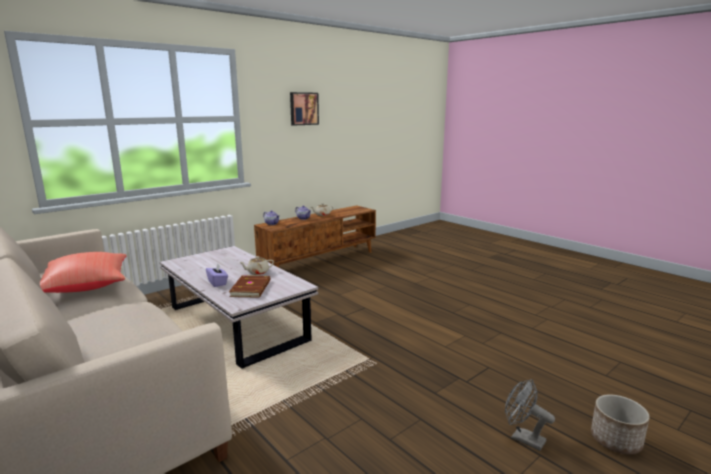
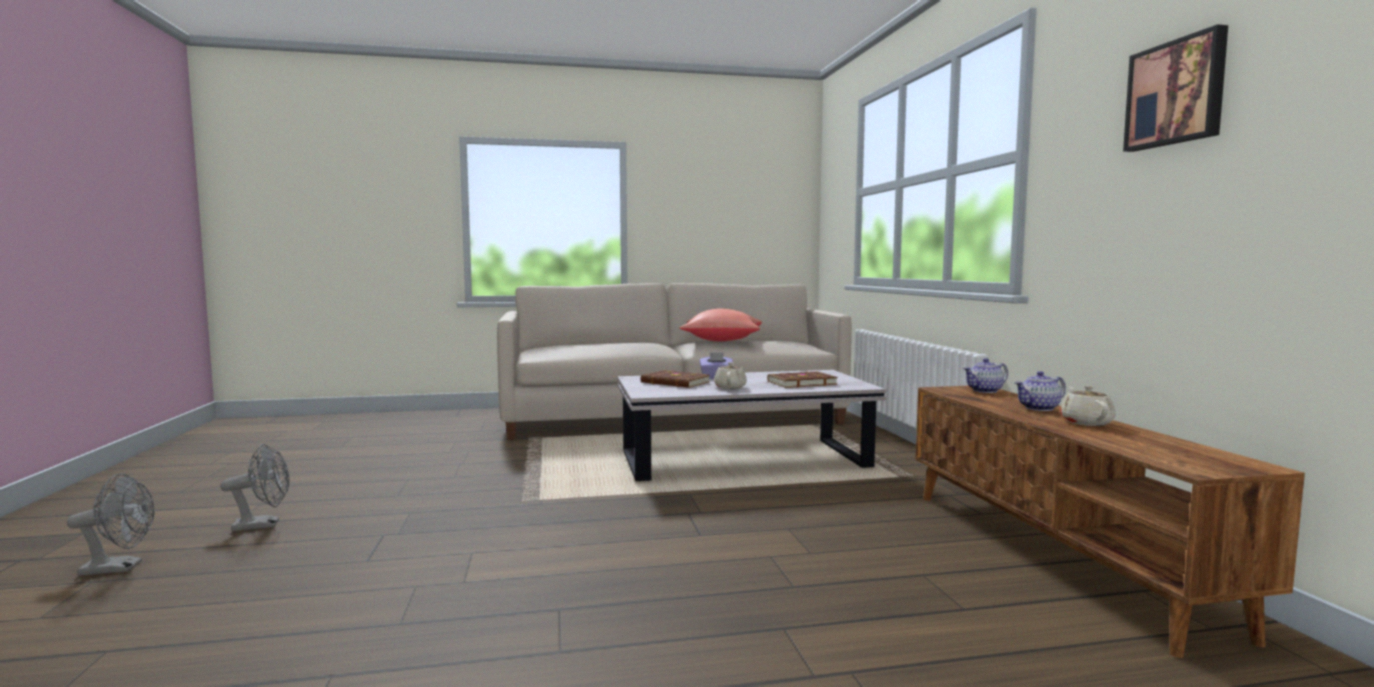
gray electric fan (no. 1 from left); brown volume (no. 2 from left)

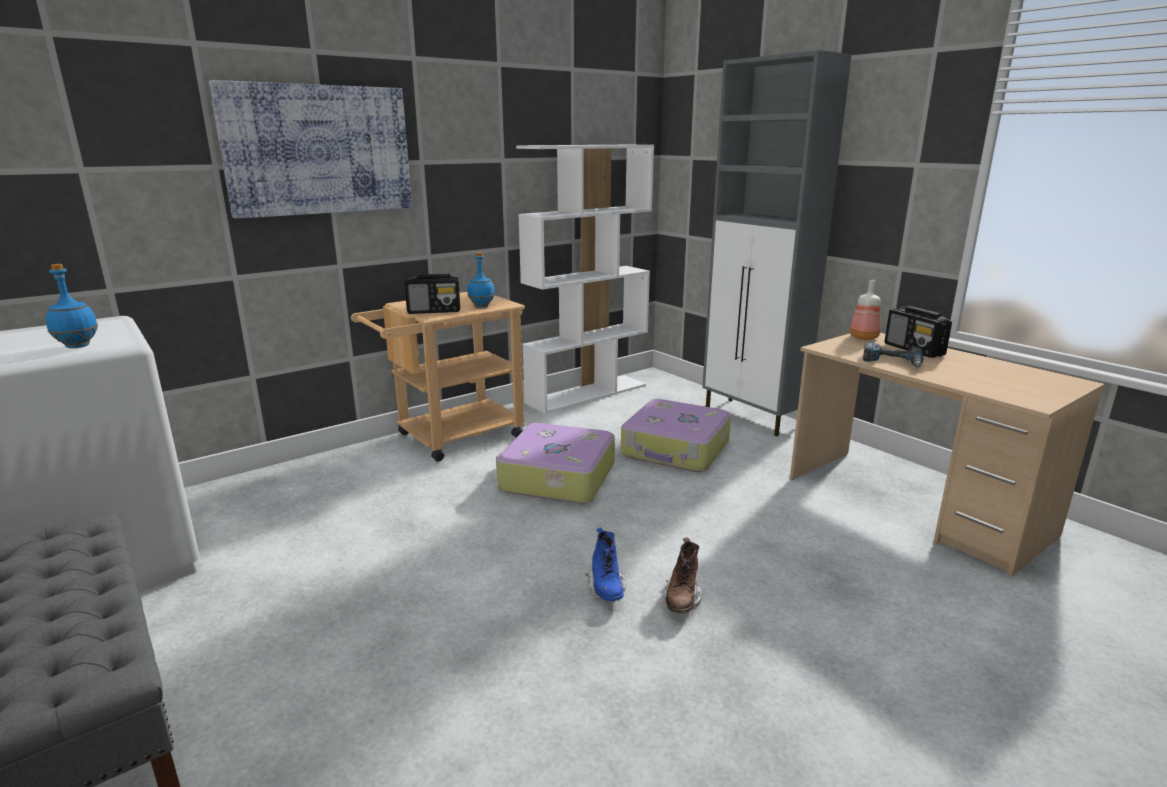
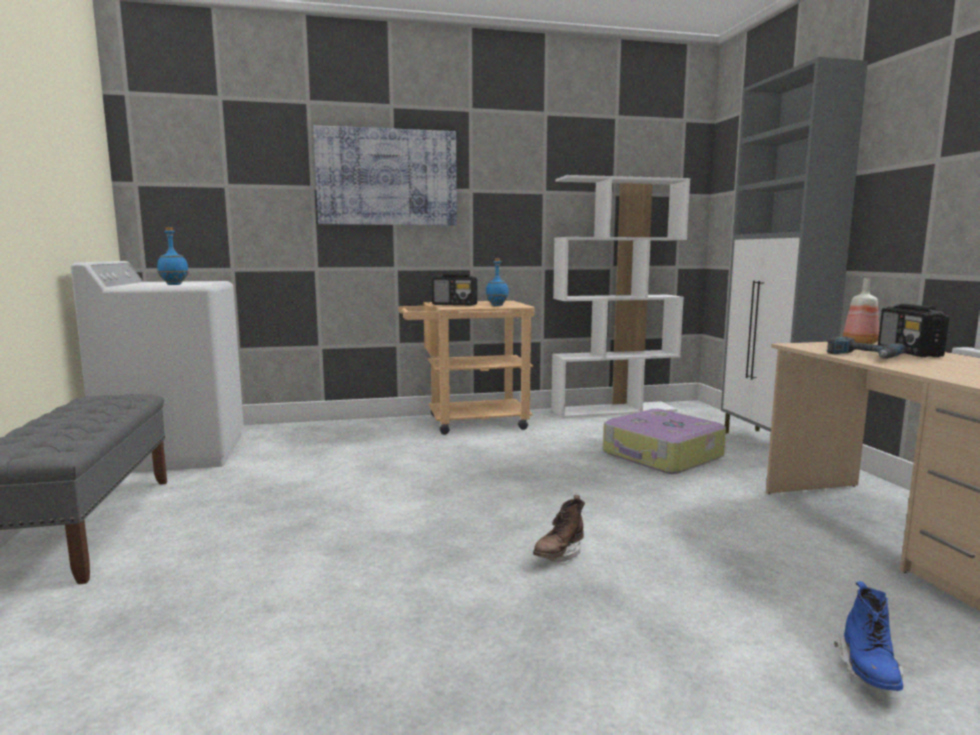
bluish high-top boot; piece of luggage (no. 1 from left in the first image)

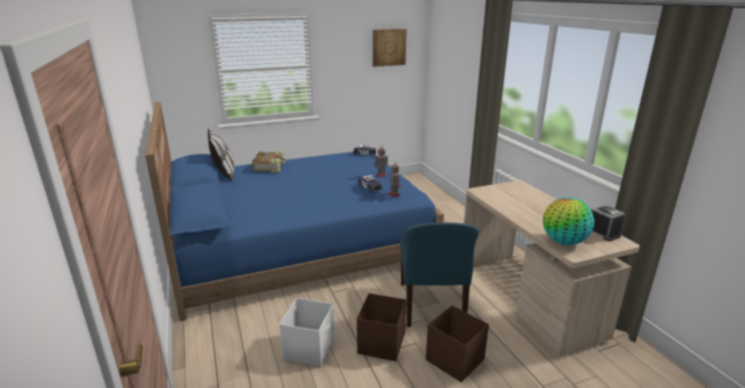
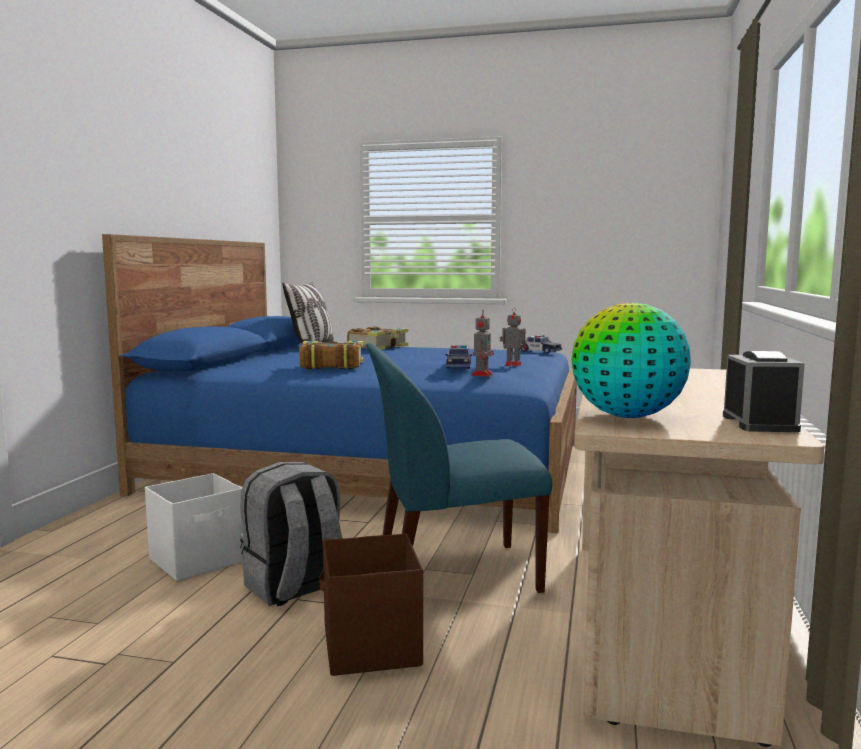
gray rucksack; volume (no. 1 from left); bluish plain chair; wall art

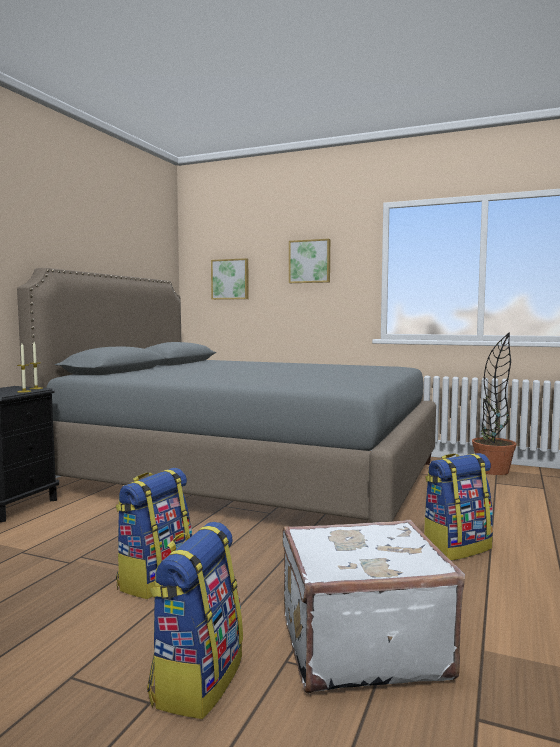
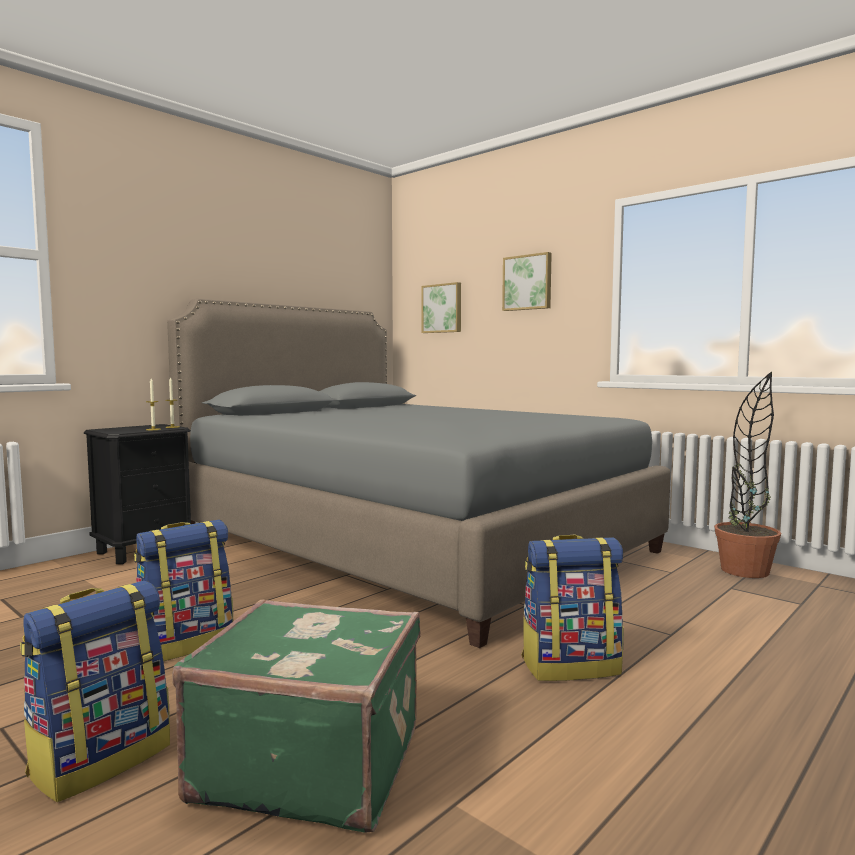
greenish piece of luggage

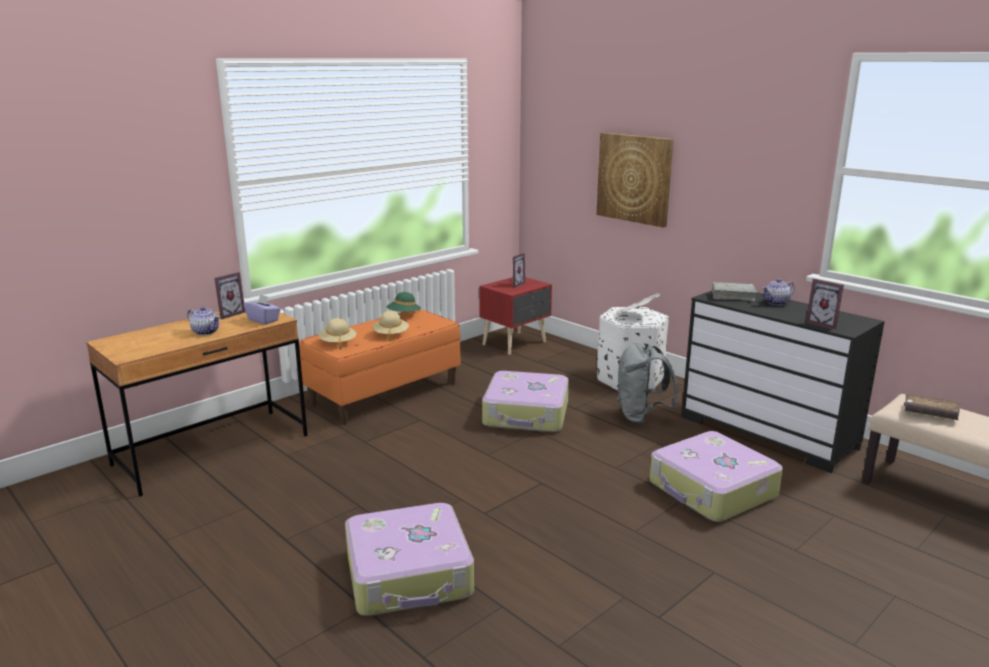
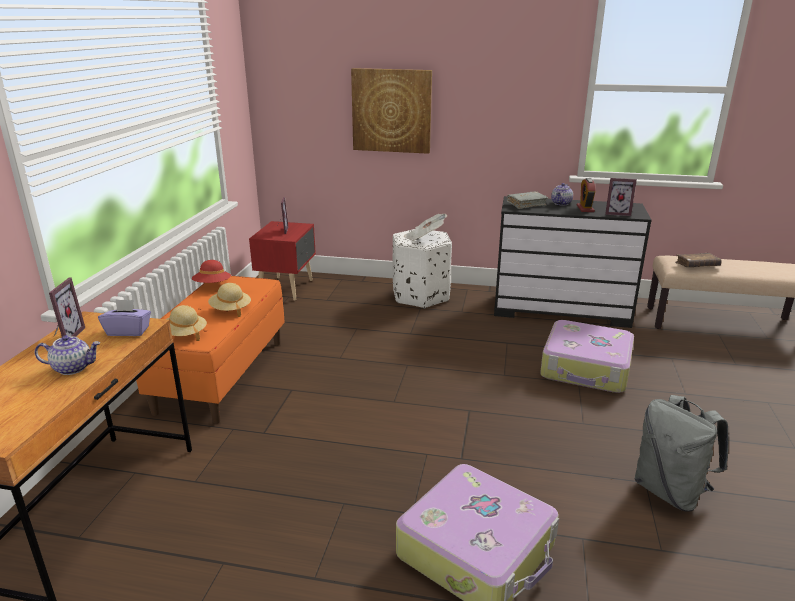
red clothing hat; bedside clock; gray rucksack; piece of luggage (no. 2 from left in the first image)

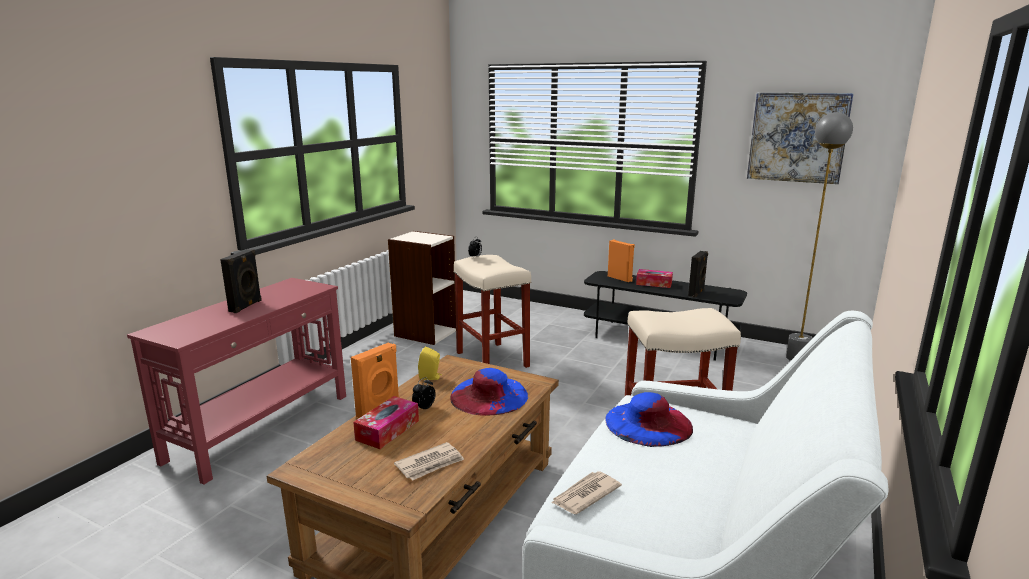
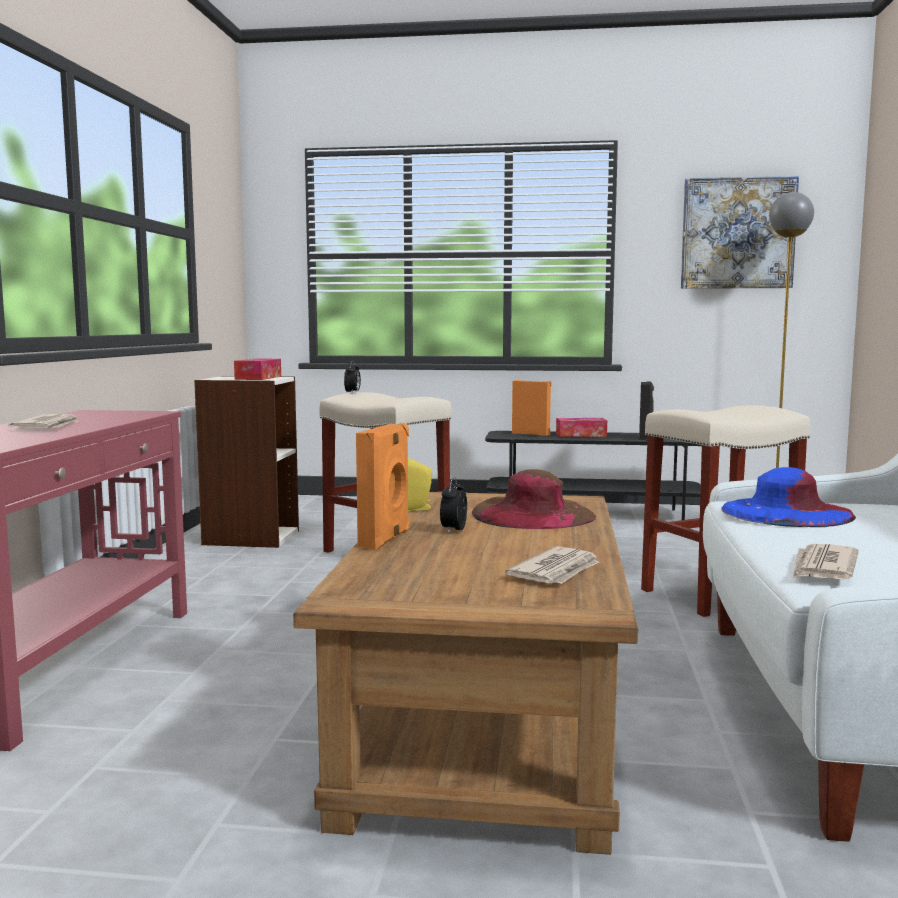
newspaper (no. 1 from left); tissue box (no. 1 from left); brown clothing hat

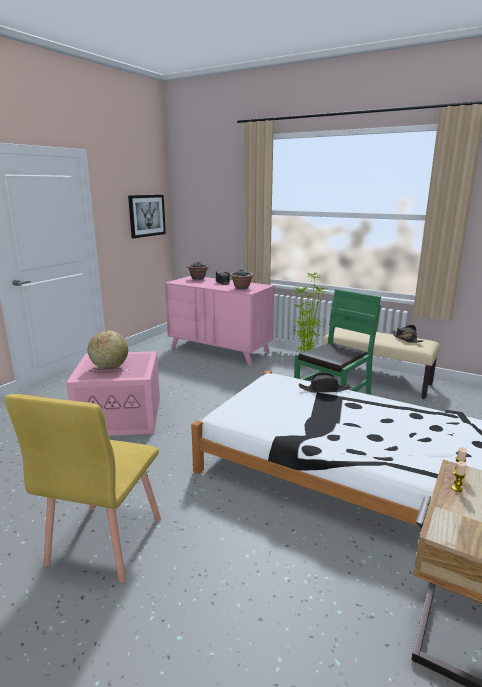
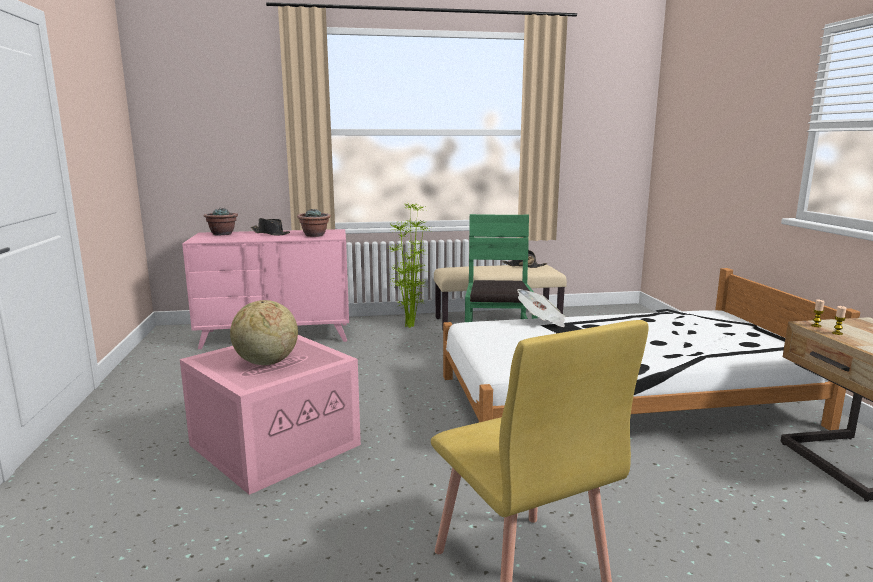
newspaper; wall art

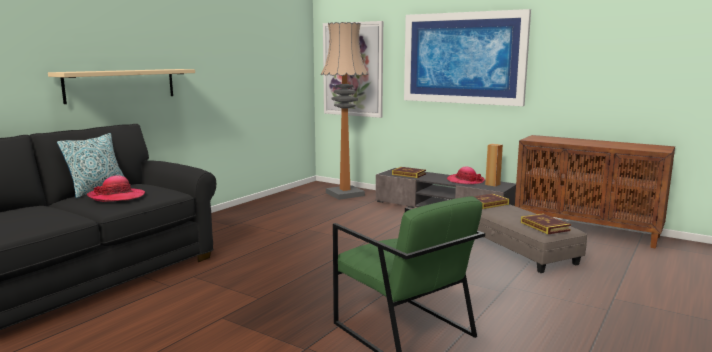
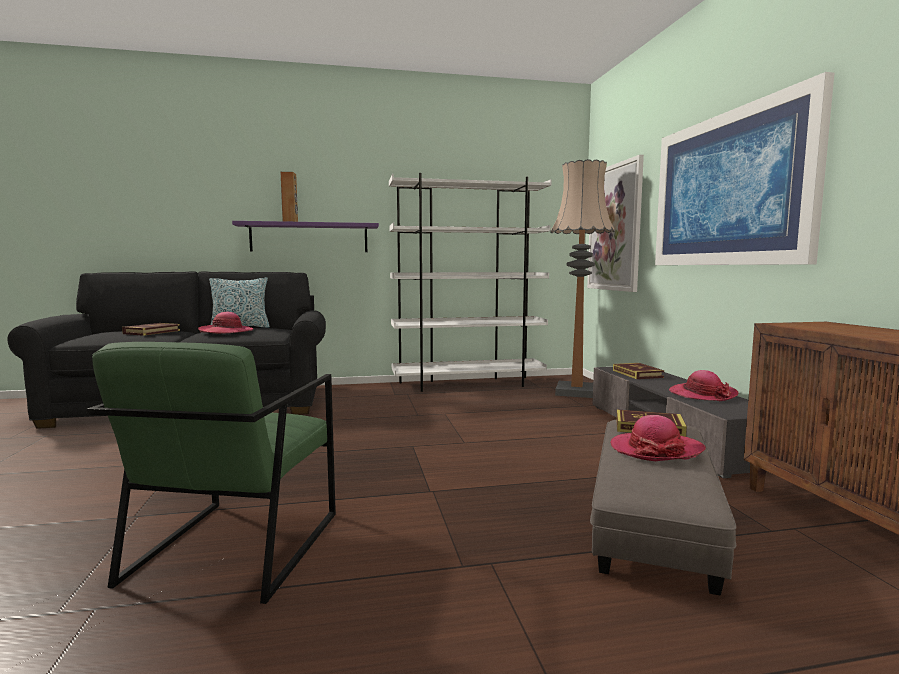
volume (no. 1 from left); purplish wall shelf; brown speaker; whitish bookshelf; clothing hat (no. 2 from left)

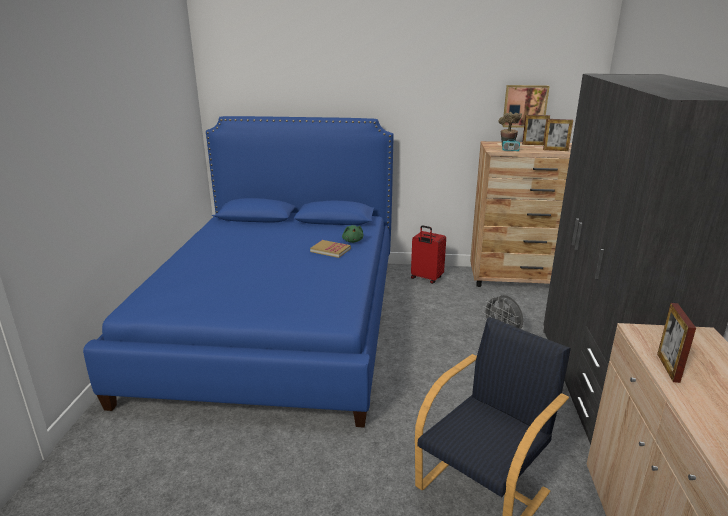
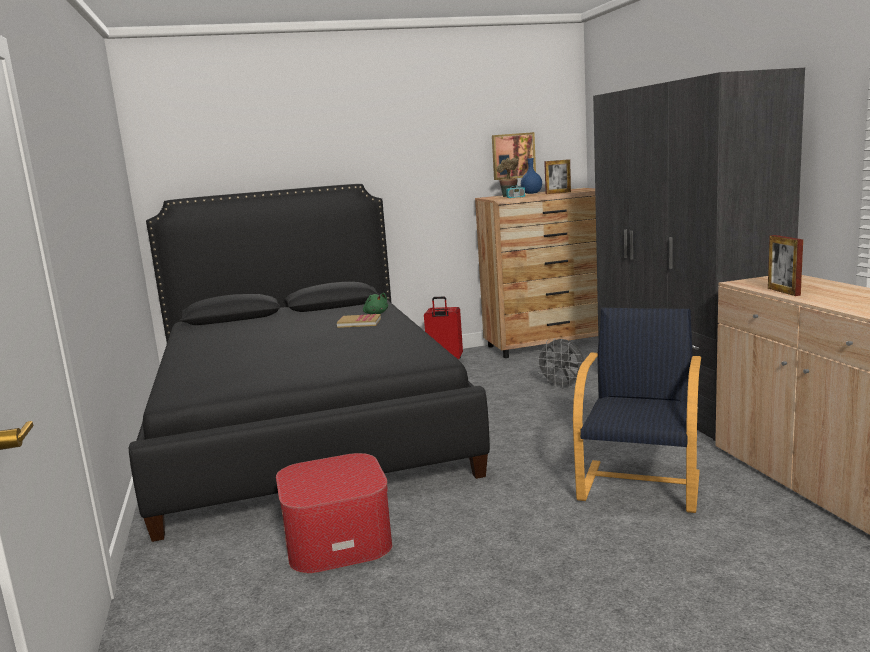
black bed; pouffe; bluish bottle

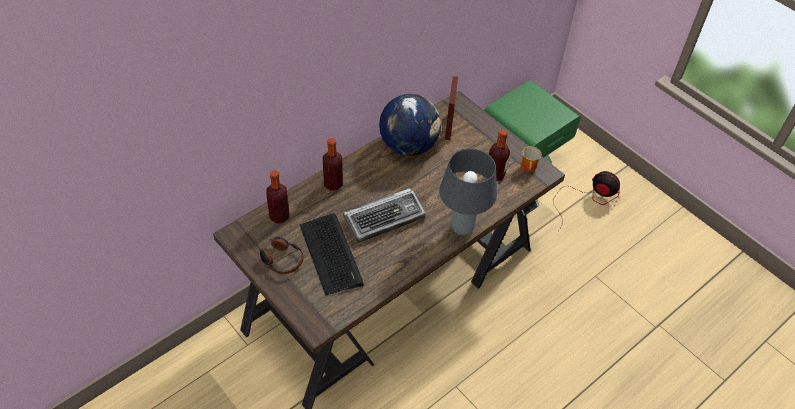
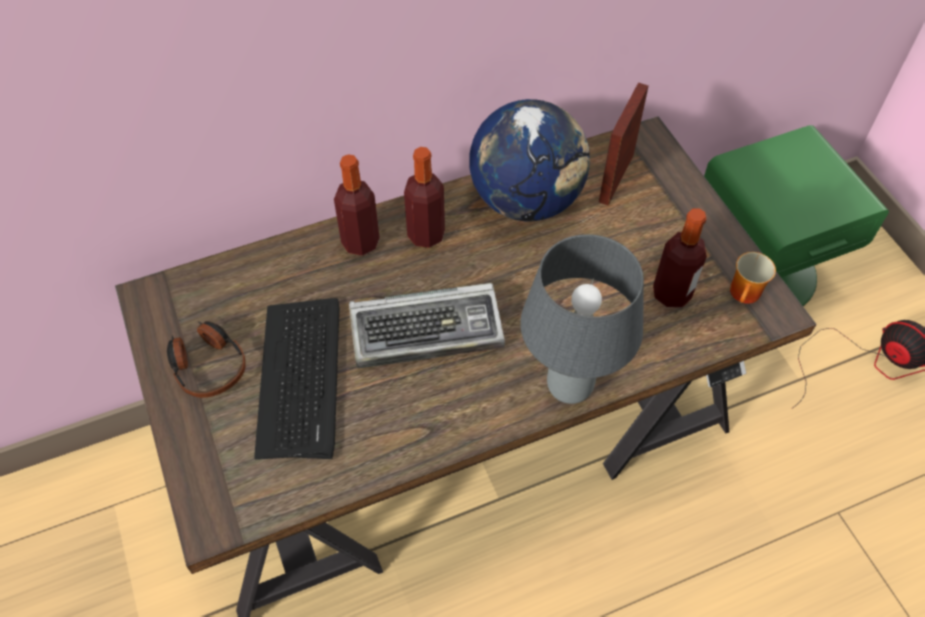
bottle (no. 2 from left)

